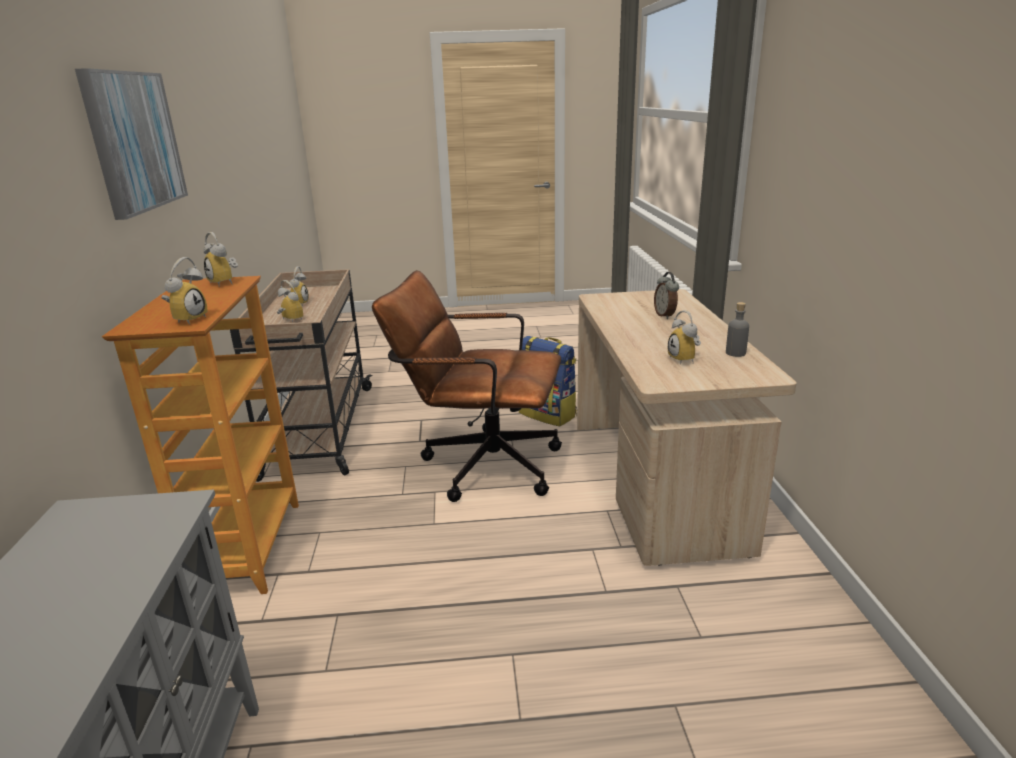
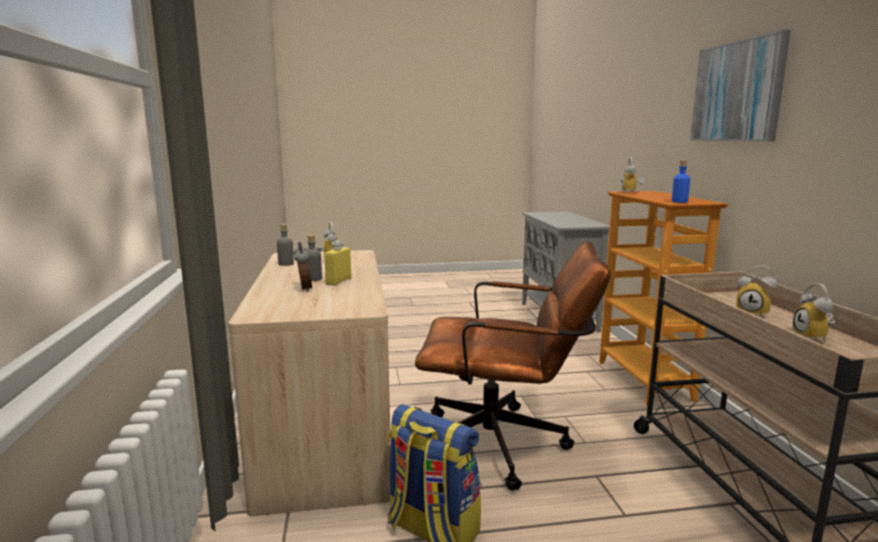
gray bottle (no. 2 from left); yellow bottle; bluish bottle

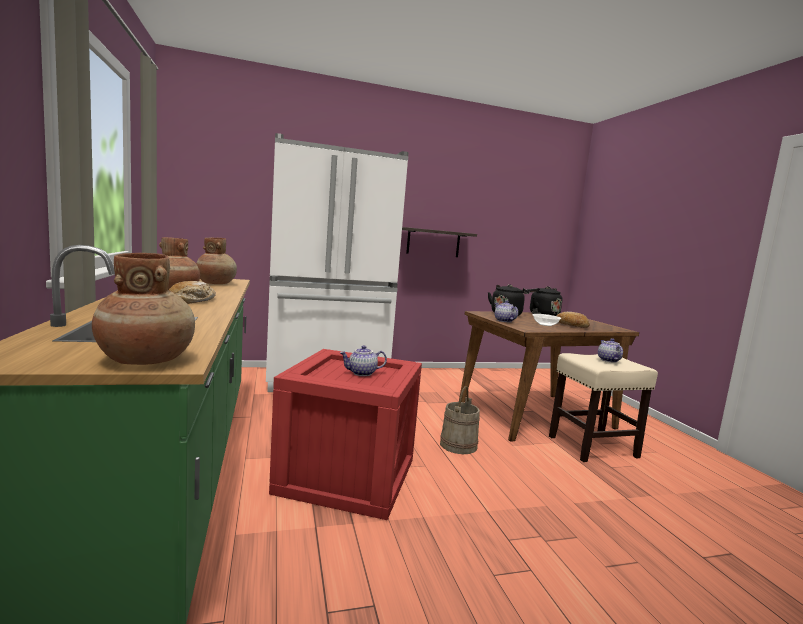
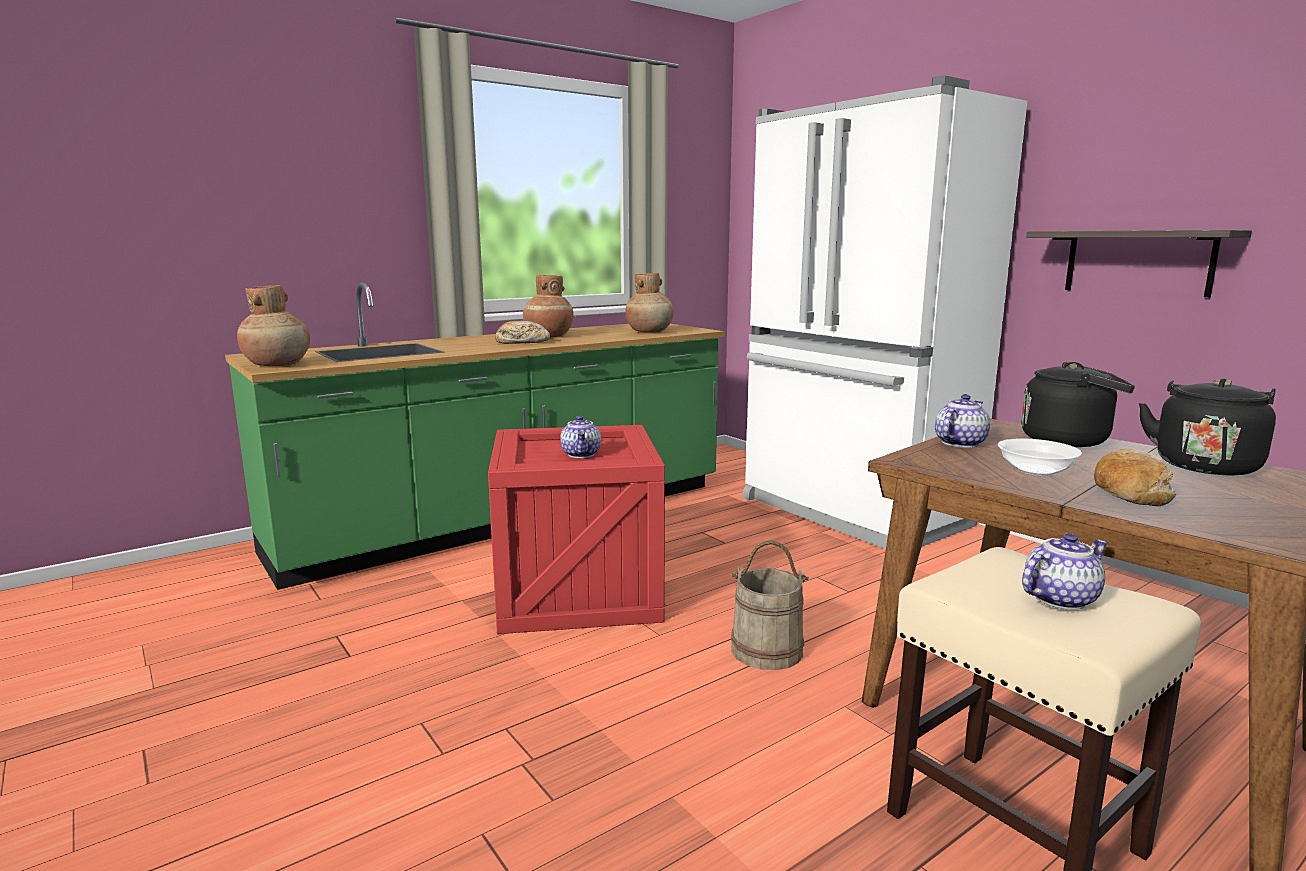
pot for tea (no. 1 from left)

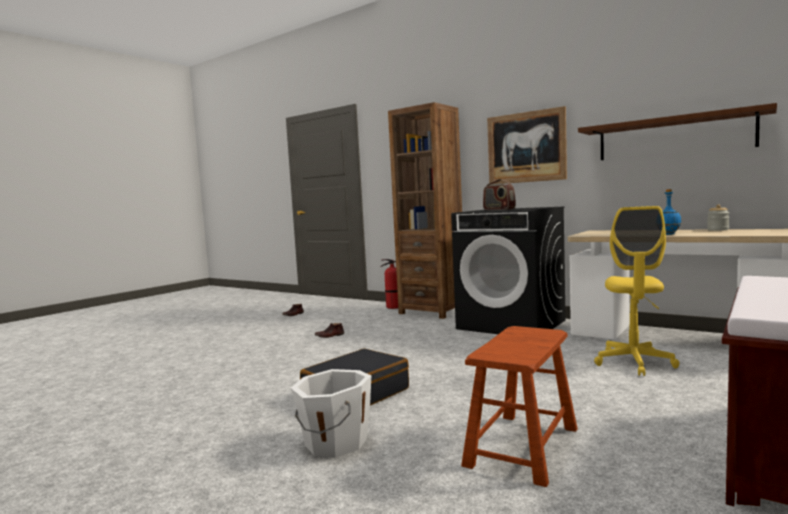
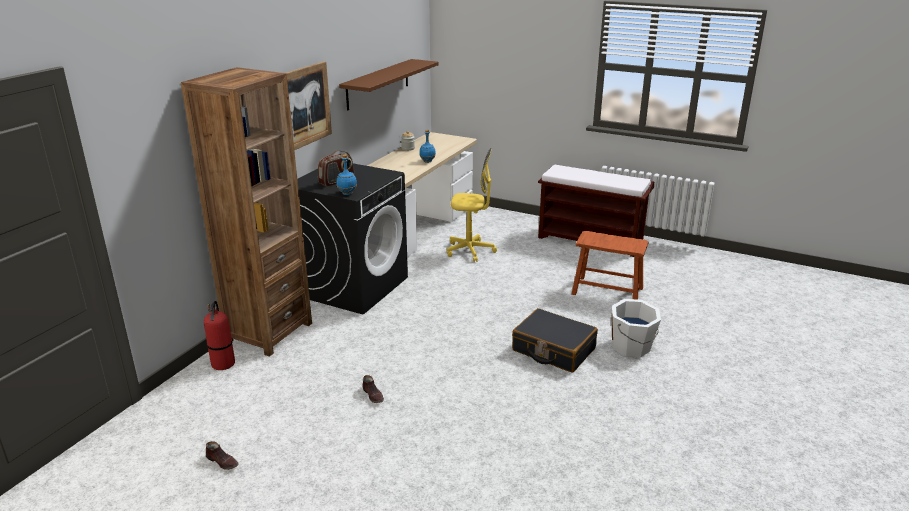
bluish bottle (no. 1 from left)

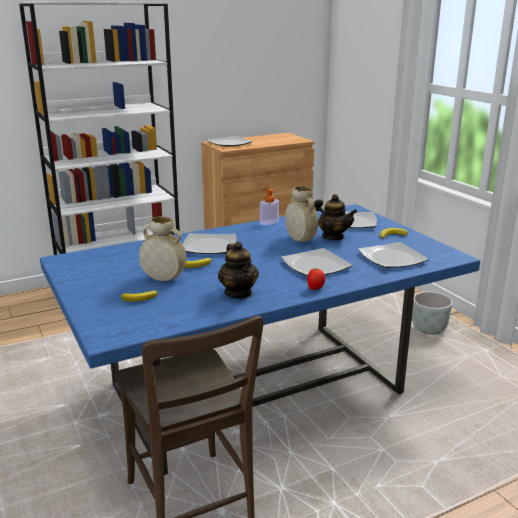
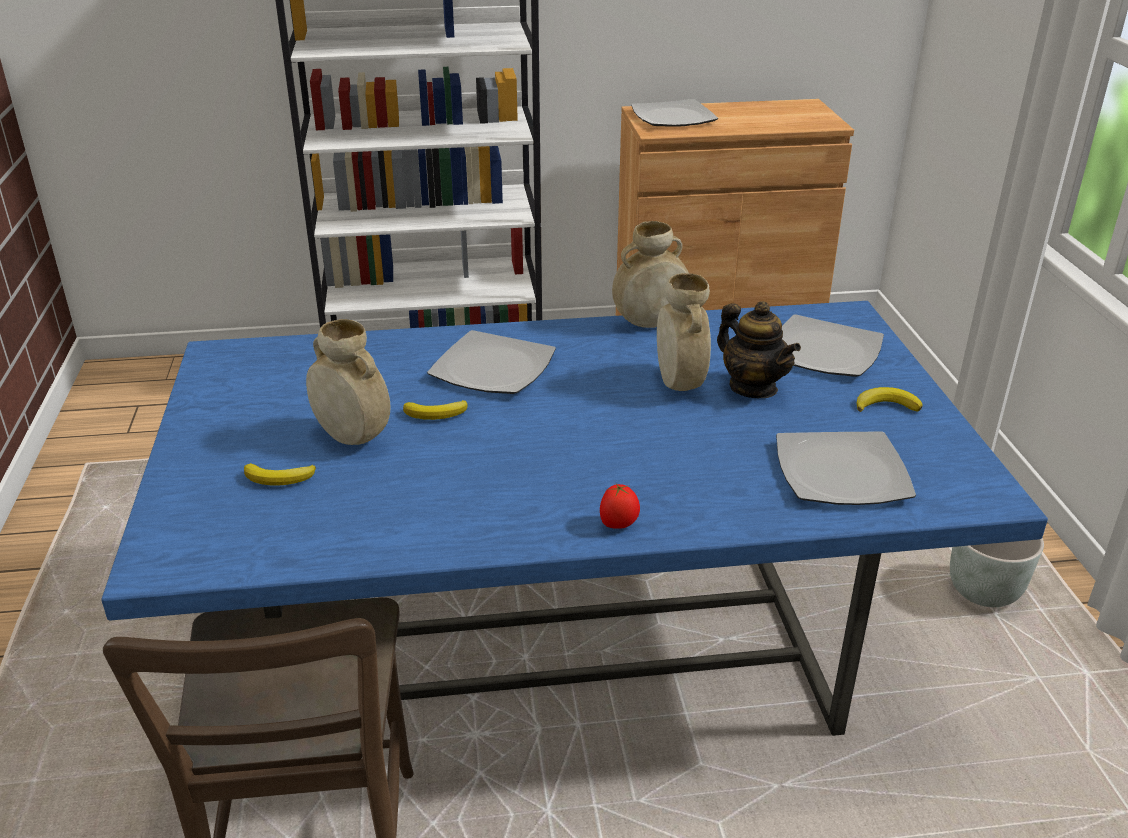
beige flower vase (no. 2 from left); pot for tea (no. 1 from left in the first image); plate (no. 3 from left in the first image)

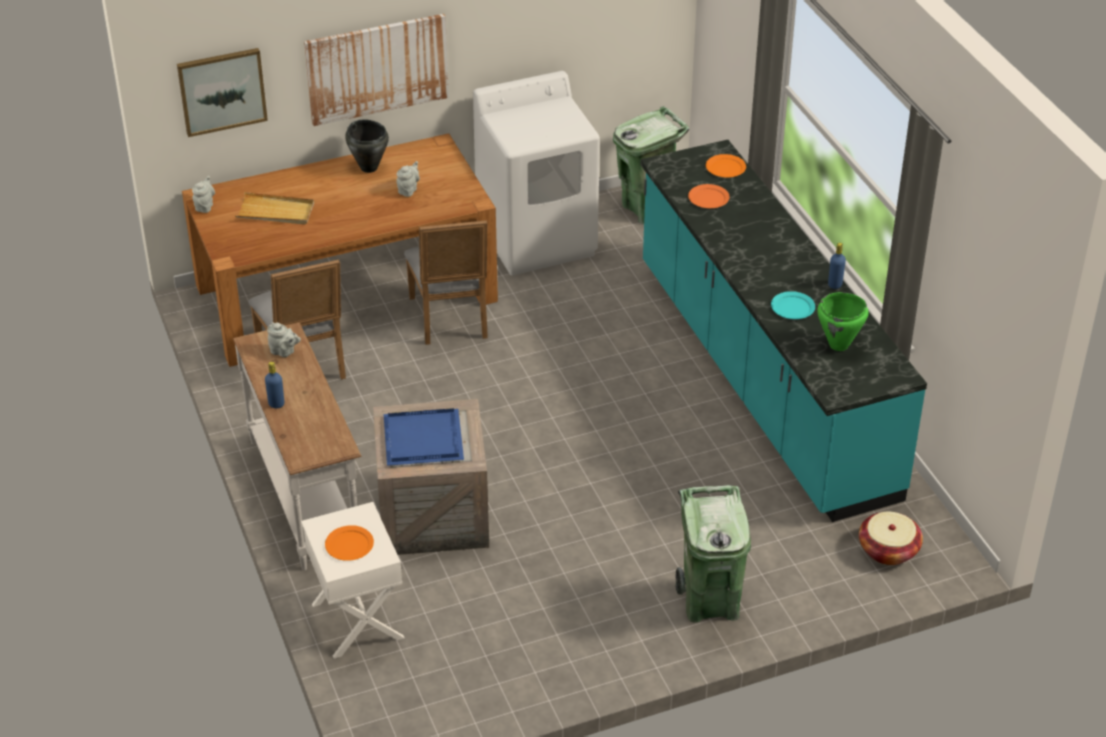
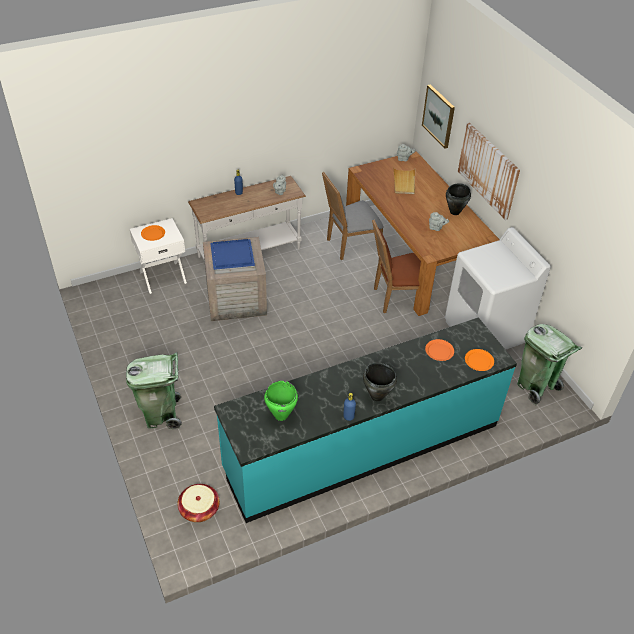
black stockpot (no. 1 from left); brown plain chair; blue-green plate

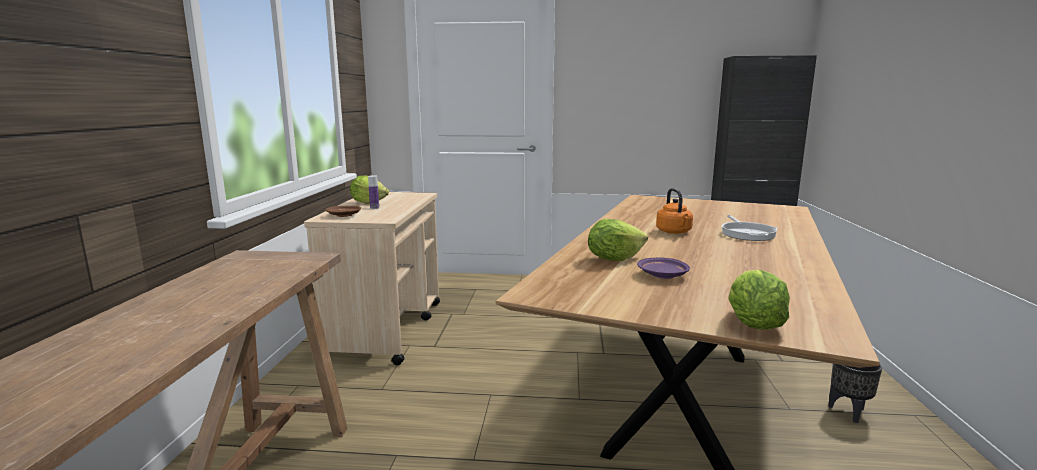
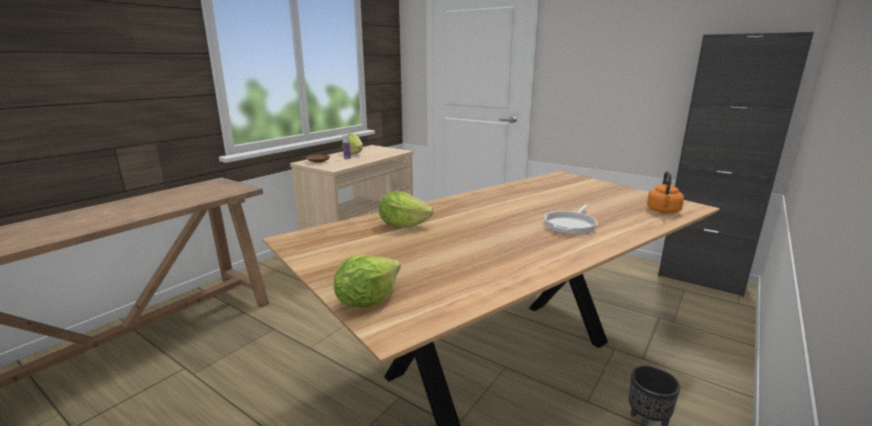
orange tea kettle; purplish plate

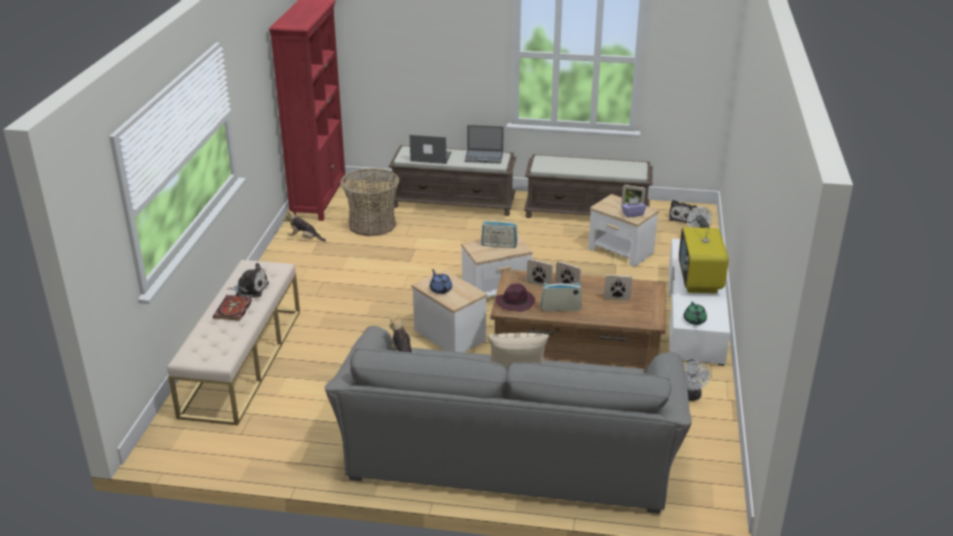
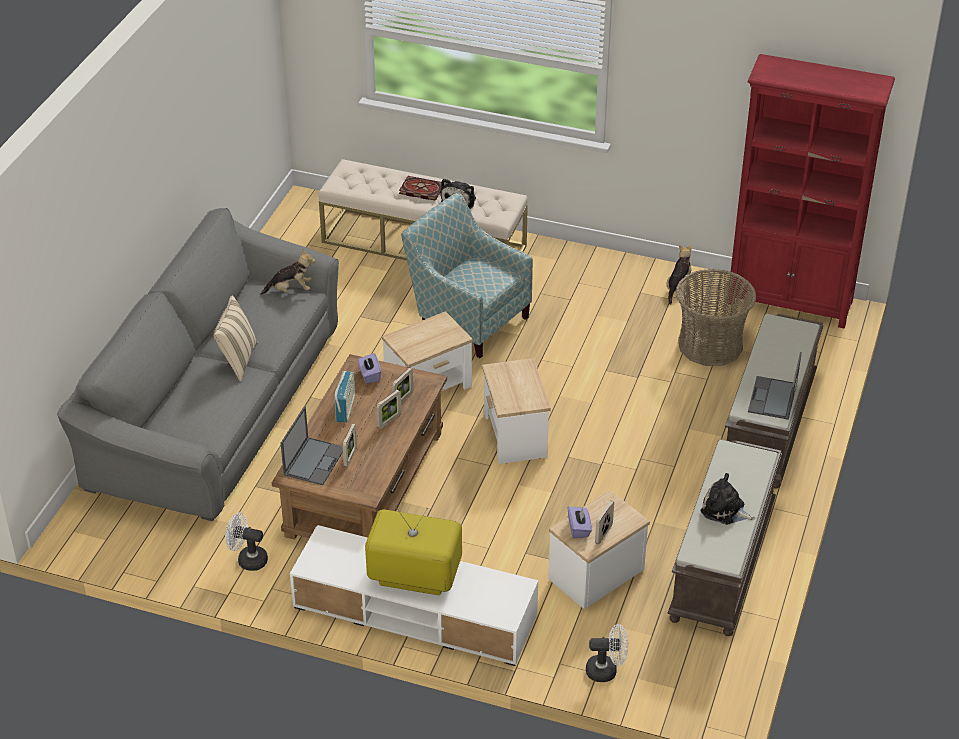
notebook computer (no. 1 from left); purplish tissue box (no. 1 from left); lounge chair; plush toy (no. 4 from left); bluish pot for tea; radio set (no. 1 from left in the first image); greenish pot for tea

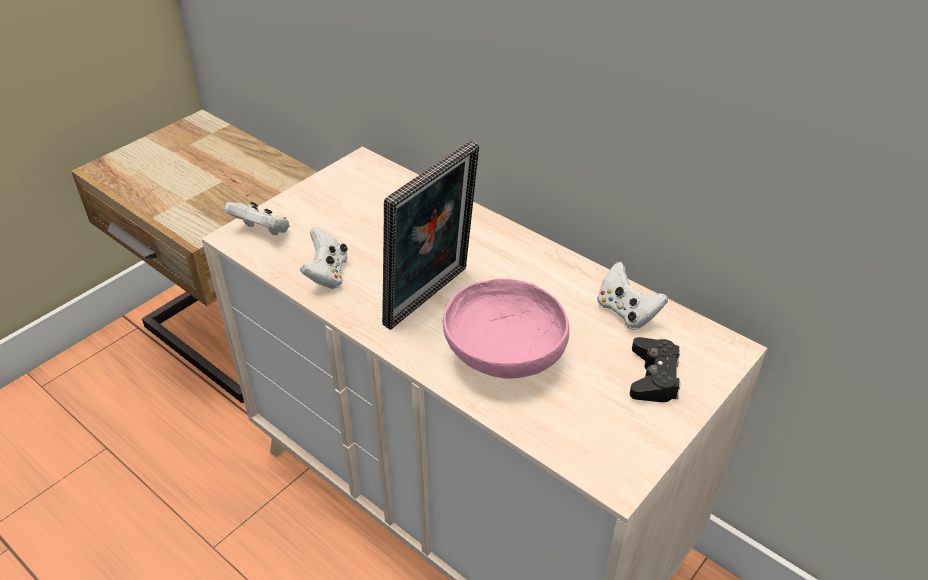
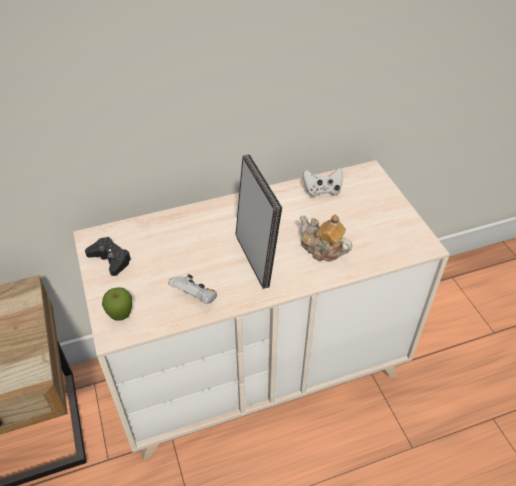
black game controller; apple; pot for tea

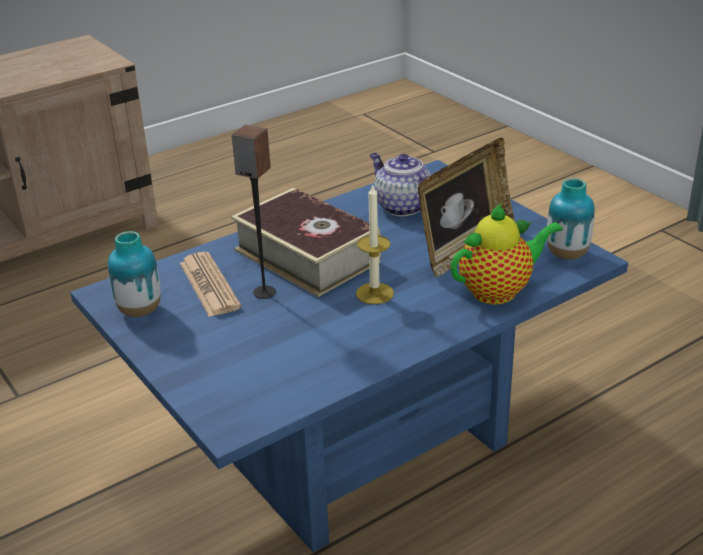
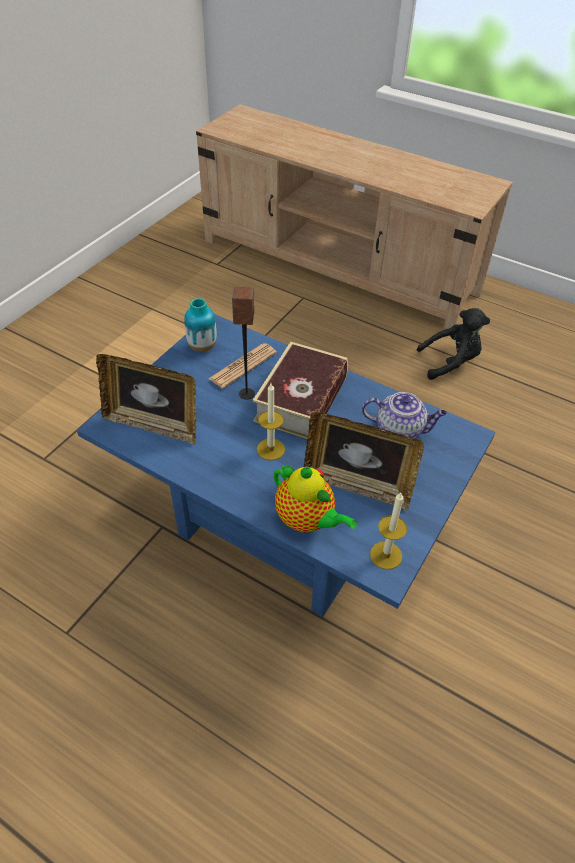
photo frame (no. 1 from left); pot for tea (no. 2 from left); candle (no. 2 from left); black plush toy

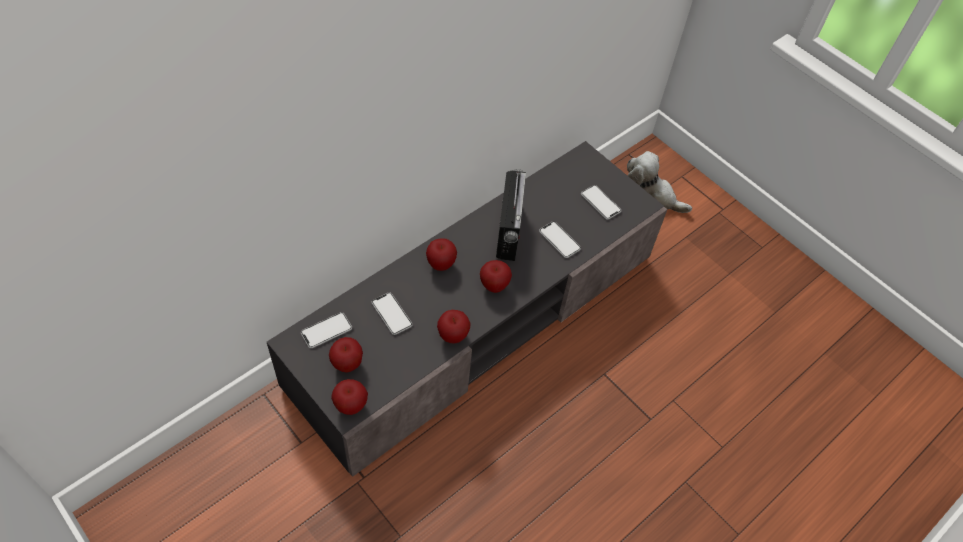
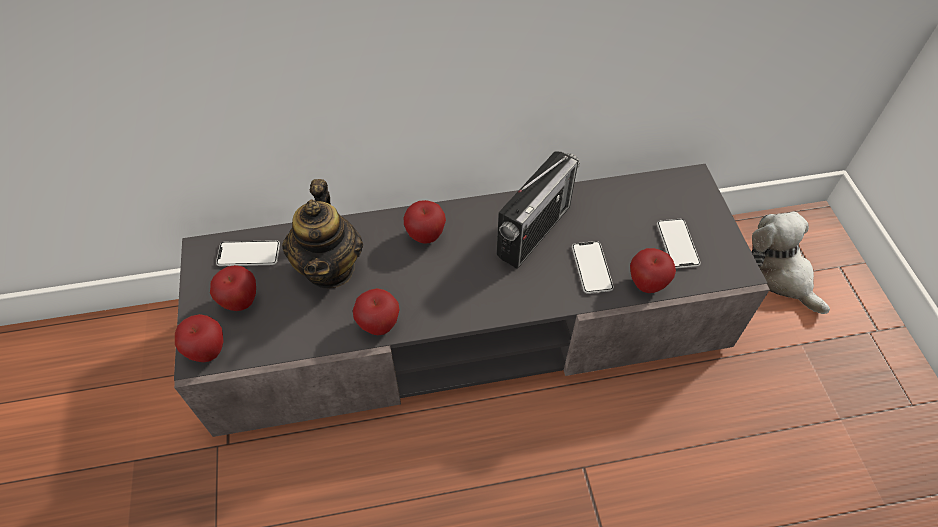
pot for tea; apple (no. 5 from left)

